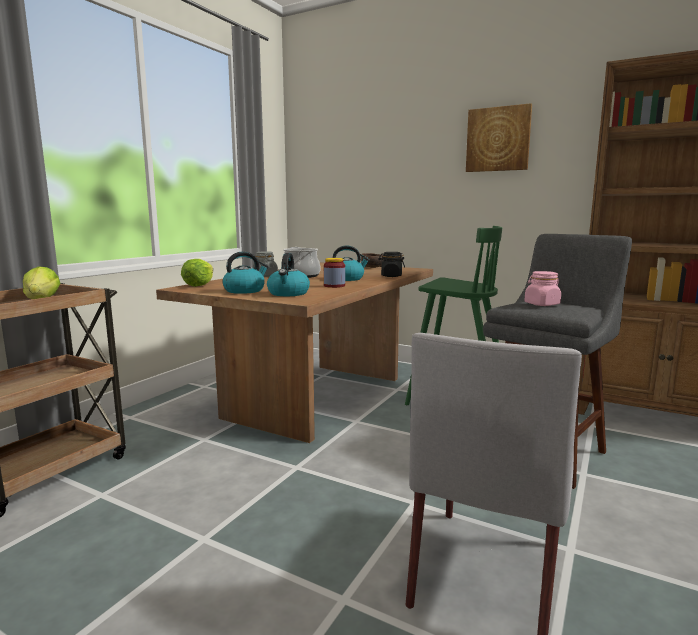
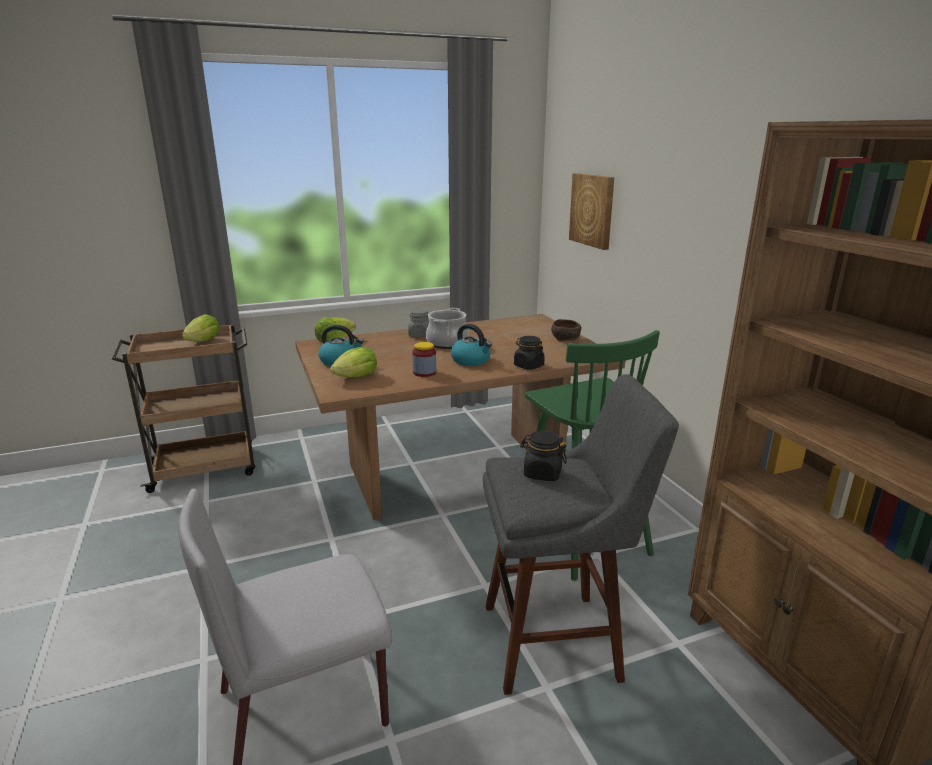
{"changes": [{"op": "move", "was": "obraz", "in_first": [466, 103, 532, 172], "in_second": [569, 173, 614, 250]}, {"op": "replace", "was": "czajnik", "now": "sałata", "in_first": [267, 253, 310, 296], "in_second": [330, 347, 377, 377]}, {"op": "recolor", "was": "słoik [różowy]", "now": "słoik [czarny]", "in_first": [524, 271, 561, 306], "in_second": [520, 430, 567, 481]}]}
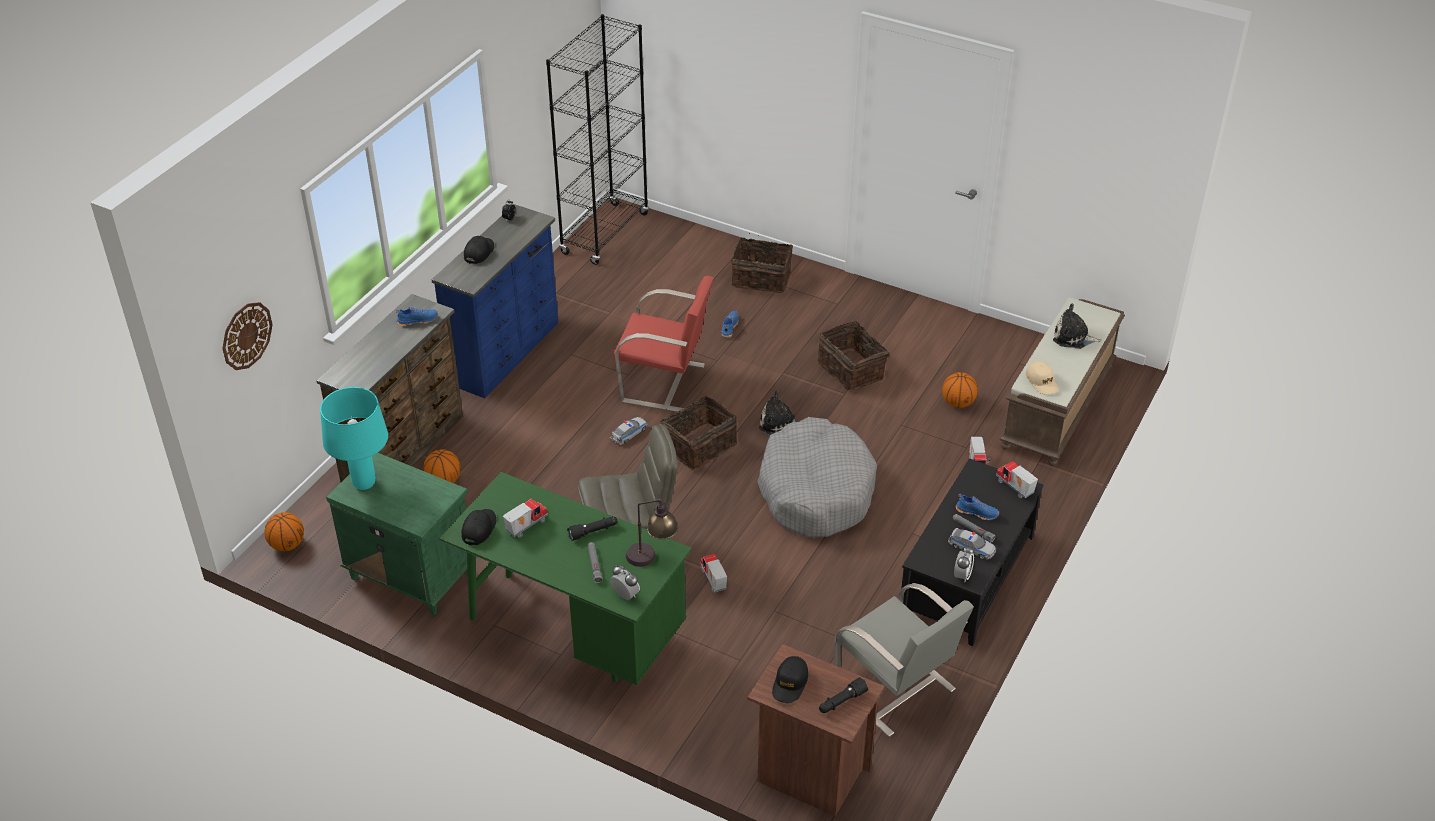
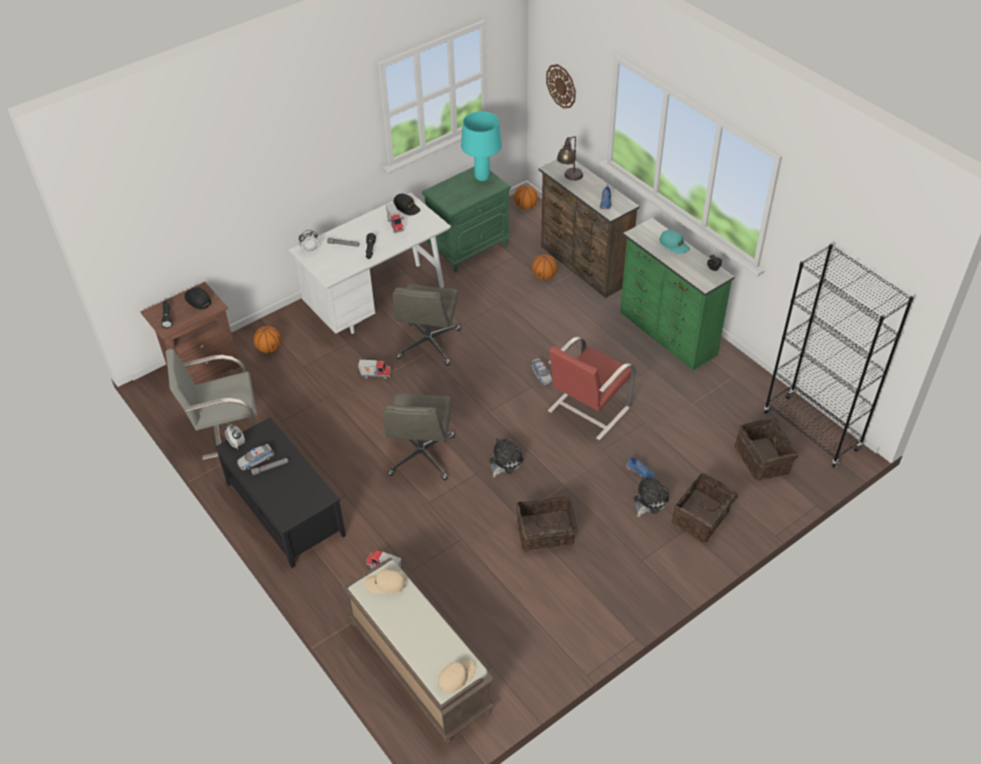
{"changes": [{"op": "delete", "was": "but [niebieski]", "in_first": [956, 494, 999, 520]}, {"op": "delete", "was": "ciężarówka zabawkowa", "in_first": [996, 461, 1038, 498]}, {"op": "insert", "now": "czapka z daszkiem [beżowy]", "in_second": [438, 659, 476, 694]}, {"op": "move", "was": "lampa stołowa", "in_first": [626, 496, 678, 567], "in_second": [557, 136, 583, 181]}, {"op": "move", "was": "koszyk", "in_first": [660, 396, 737, 470], "in_second": [734, 418, 798, 481]}, {"op": "move", "was": "piłka do koszykówki", "in_first": [942, 372, 978, 408], "in_second": [254, 326, 281, 353]}, {"op": "move", "was": "pluszak", "in_first": [1053, 304, 1102, 349], "in_second": [634, 476, 669, 517]}, {"op": "replace", "was": "legowisko [szary]", "now": "krzesło biurowe [szary]", "in_first": [758, 417, 877, 538], "in_second": [383, 393, 455, 480]}, {"op": "recolor", "was": "komoda [niebieski]", "now": "komoda [zielony]", "in_first": [432, 204, 558, 398], "in_second": [620, 218, 735, 370]}, {"op": "recolor", "was": "biurko [zielony]", "now": "biurko [biały]", "in_first": [439, 472, 692, 685], "in_second": [289, 193, 451, 334]}, {"op": "recolor", "was": "czapka z daszkiem [czarny]", "now": "czapka z daszkiem [turkusowy]", "in_first": [464, 236, 494, 264], "in_second": [660, 230, 690, 254]}]}
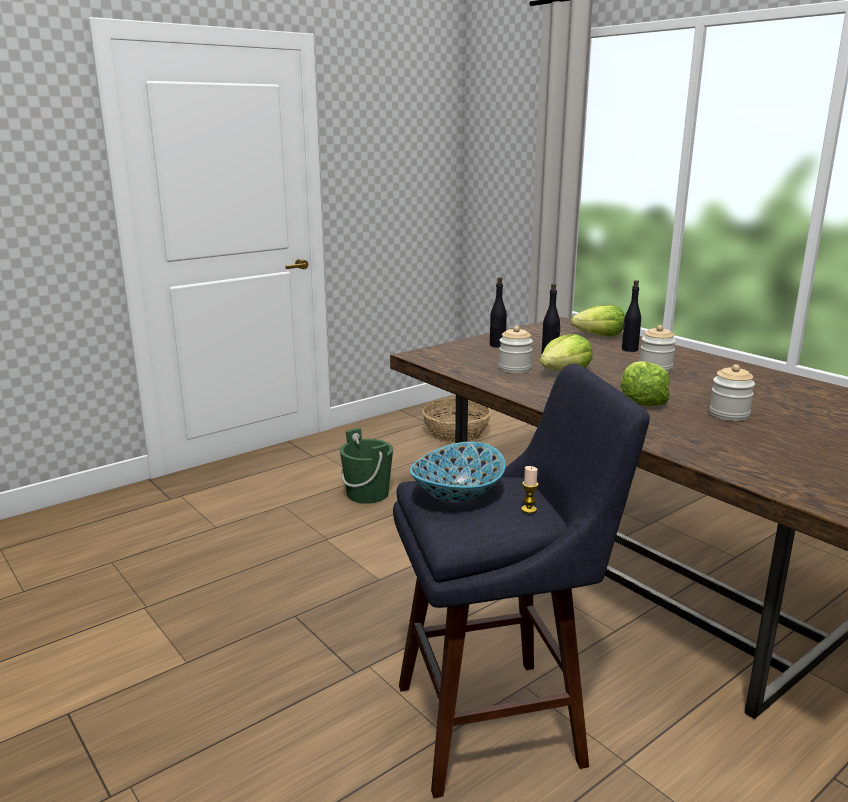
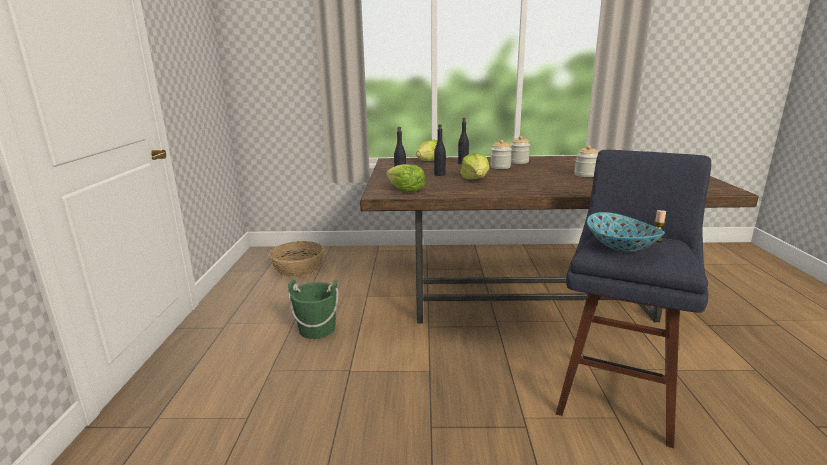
{"changes": [{"op": "move", "was": "słoik", "in_first": [499, 326, 533, 374], "in_second": [510, 136, 530, 164]}, {"op": "move", "was": "sałata", "in_first": [620, 361, 670, 406], "in_second": [386, 164, 425, 192]}]}
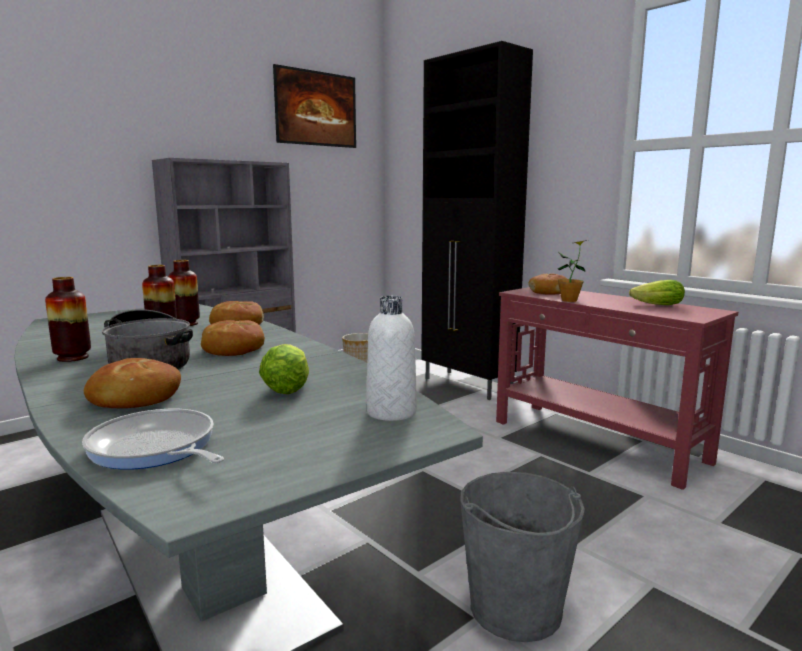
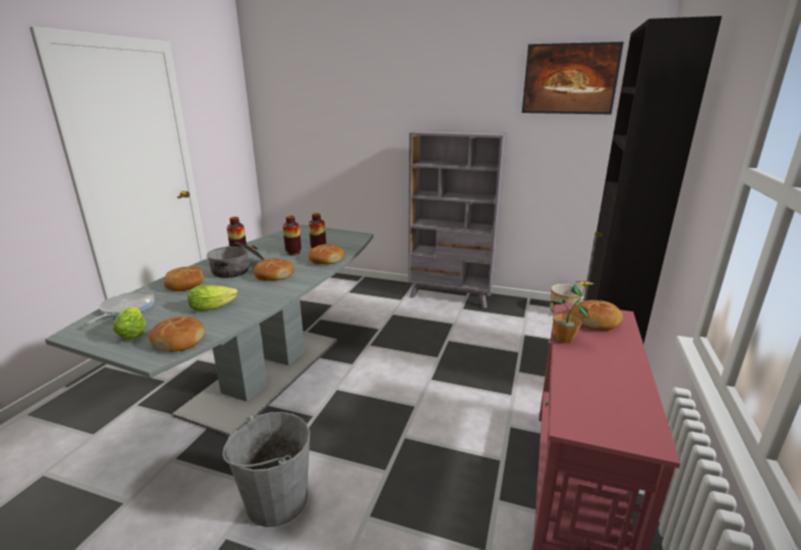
{"changes": [{"op": "move", "was": "sałata", "in_first": [629, 280, 685, 305], "in_second": [113, 307, 146, 340]}, {"op": "replace", "was": "butelka [biały]", "now": "chleb", "in_first": [366, 296, 417, 421], "in_second": [149, 316, 205, 352]}]}
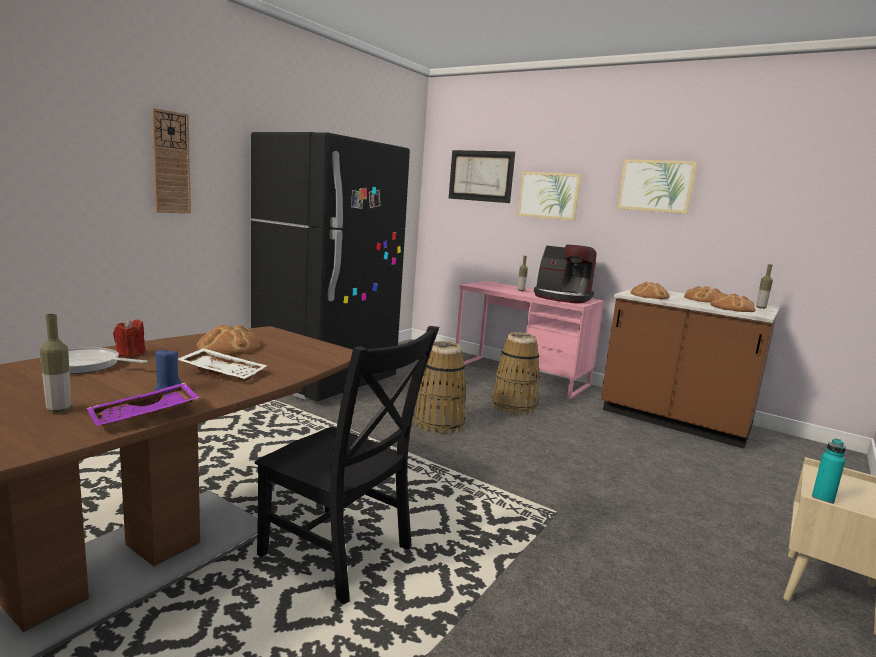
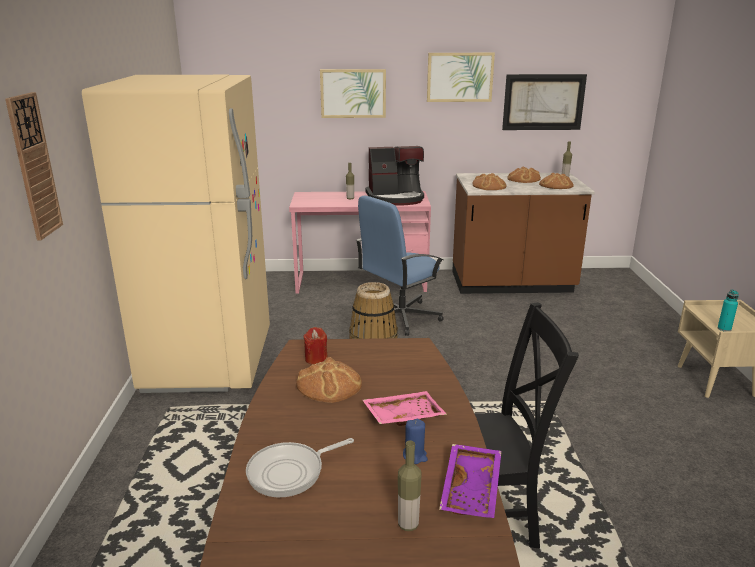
{"changes": [{"op": "move", "was": "świeca [czerwony]", "in_first": [113, 318, 145, 357], "in_second": [303, 327, 328, 365]}, {"op": "move", "was": "obraz", "in_first": [449, 150, 515, 203], "in_second": [502, 74, 587, 130]}, {"op": "replace", "was": "koszyk", "now": "krzesło biurowe [niebieski]", "in_first": [492, 332, 540, 415], "in_second": [356, 195, 444, 336]}, {"op": "recolor", "was": "taca [biały]", "now": "taca [różowy]", "in_first": [178, 348, 267, 381], "in_second": [363, 391, 447, 426]}, {"op": "recolor", "was": "lodówka [czarny]", "now": "lodówka [beżowy]", "in_first": [251, 132, 410, 401], "in_second": [82, 75, 270, 393]}]}
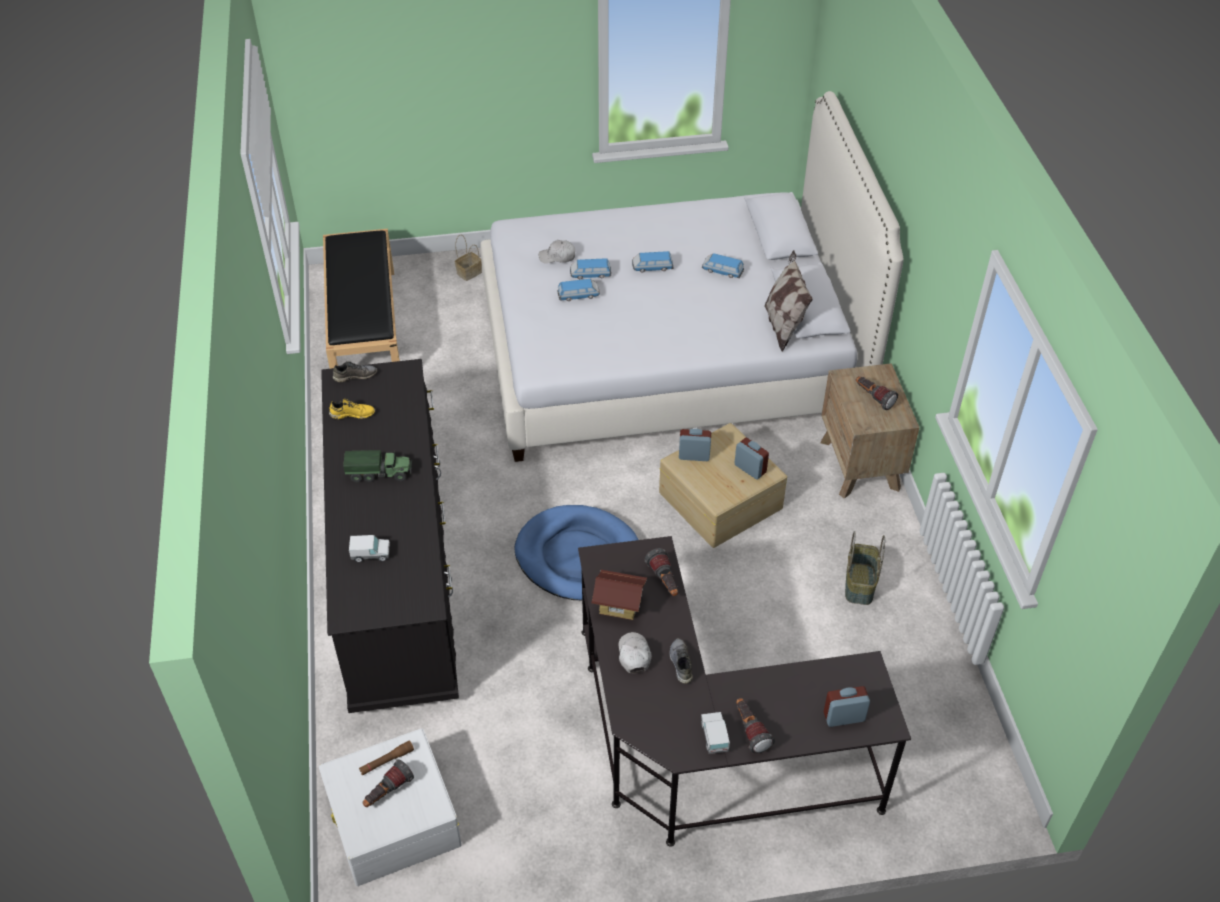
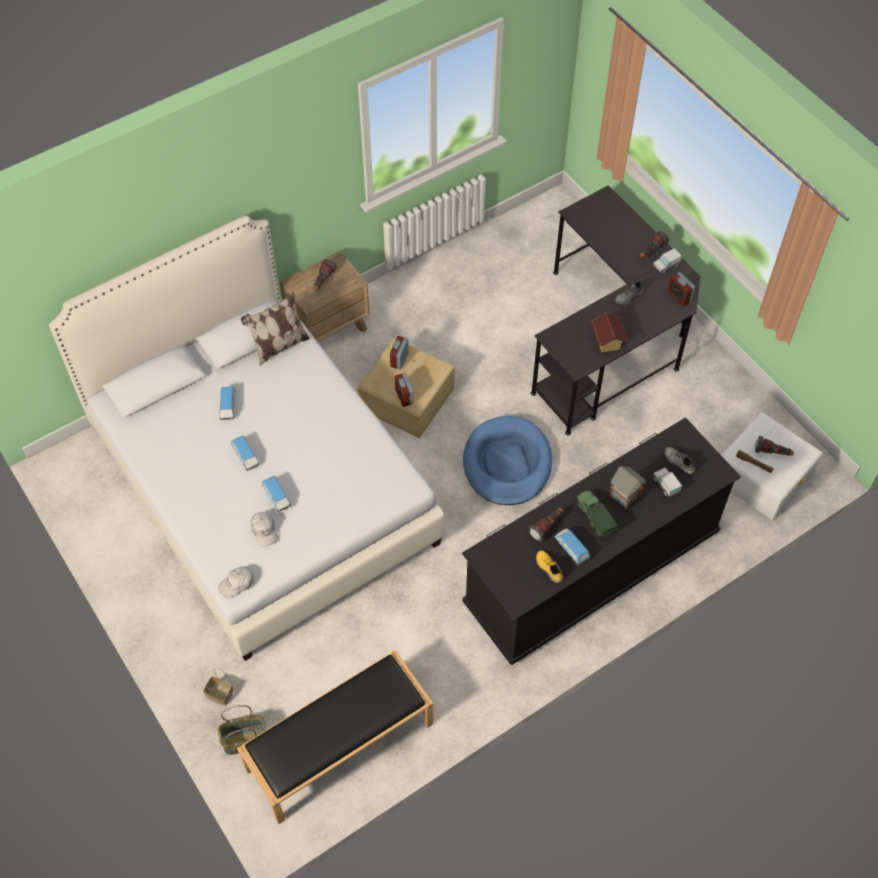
{"changes": [{"op": "insert", "now": "domek", "in_second": [609, 466, 646, 510]}, {"op": "move", "was": "but [szary]", "in_first": [333, 361, 377, 382], "in_second": [665, 447, 695, 474]}, {"op": "move", "was": "samochodzik", "in_first": [557, 279, 600, 301], "in_second": [555, 528, 590, 566]}, {"op": "move", "was": "czapka z daszkiem [biały]", "in_first": [619, 632, 652, 674], "in_second": [218, 567, 254, 598]}, {"op": "move", "was": "latarka", "in_first": [645, 548, 678, 596], "in_second": [528, 508, 563, 542]}, {"op": "move", "was": "budzik", "in_first": [824, 686, 870, 727], "in_second": [668, 272, 695, 306]}, {"op": "move", "was": "koszyk", "in_first": [845, 531, 885, 605], "in_second": [218, 705, 266, 755]}]}
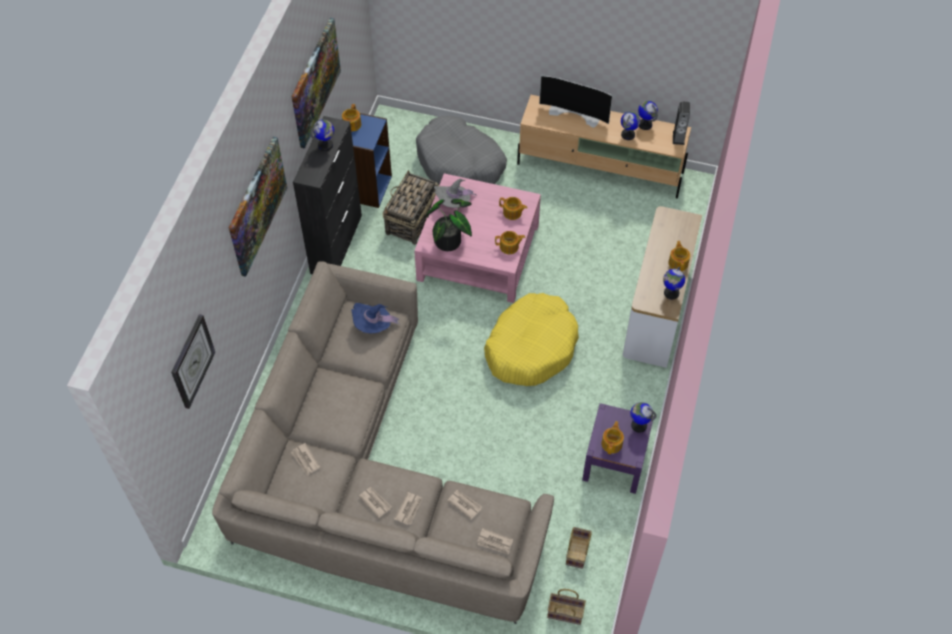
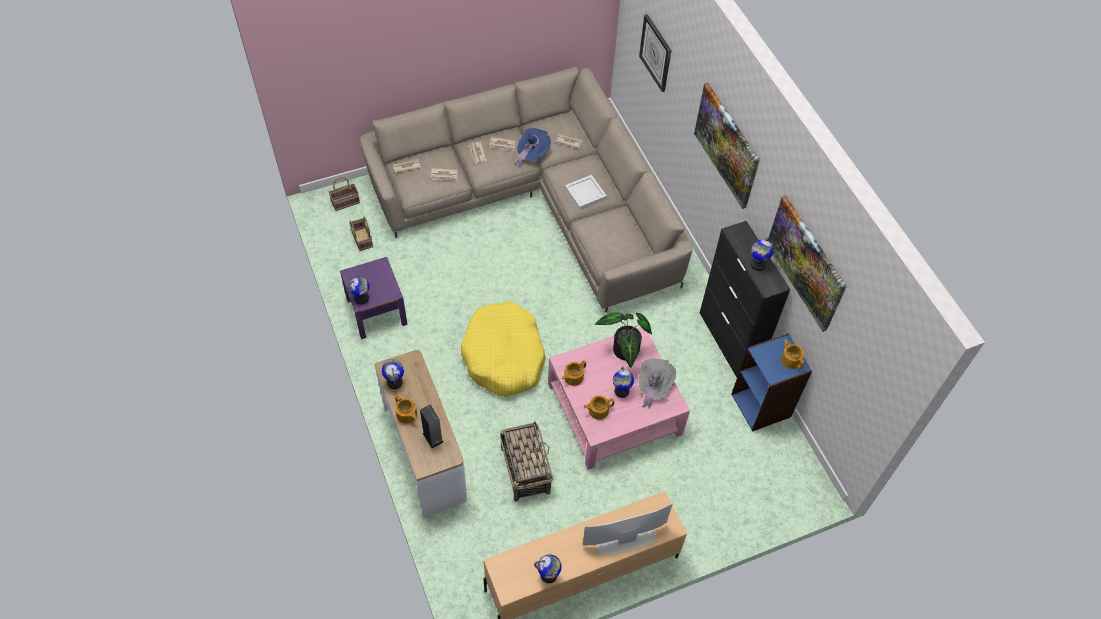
{"changes": [{"op": "delete", "was": "legowisko [szary]", "in_first": [416, 116, 507, 185]}, {"op": "delete", "was": "imbryk", "in_first": [601, 421, 624, 454]}, {"op": "insert", "now": "taca [biały]", "in_second": [565, 175, 607, 210]}, {"op": "move", "was": "kapelusz [niebieski]", "in_first": [351, 303, 400, 333], "in_second": [515, 128, 551, 168]}, {"op": "move", "was": "koszyk", "in_first": [383, 170, 439, 245], "in_second": [500, 422, 554, 502]}, {"op": "move", "was": "globus", "in_first": [621, 111, 640, 140], "in_second": [613, 366, 634, 398]}, {"op": "move", "was": "głośnik", "in_first": [673, 101, 690, 145], "in_second": [420, 405, 444, 448]}]}
